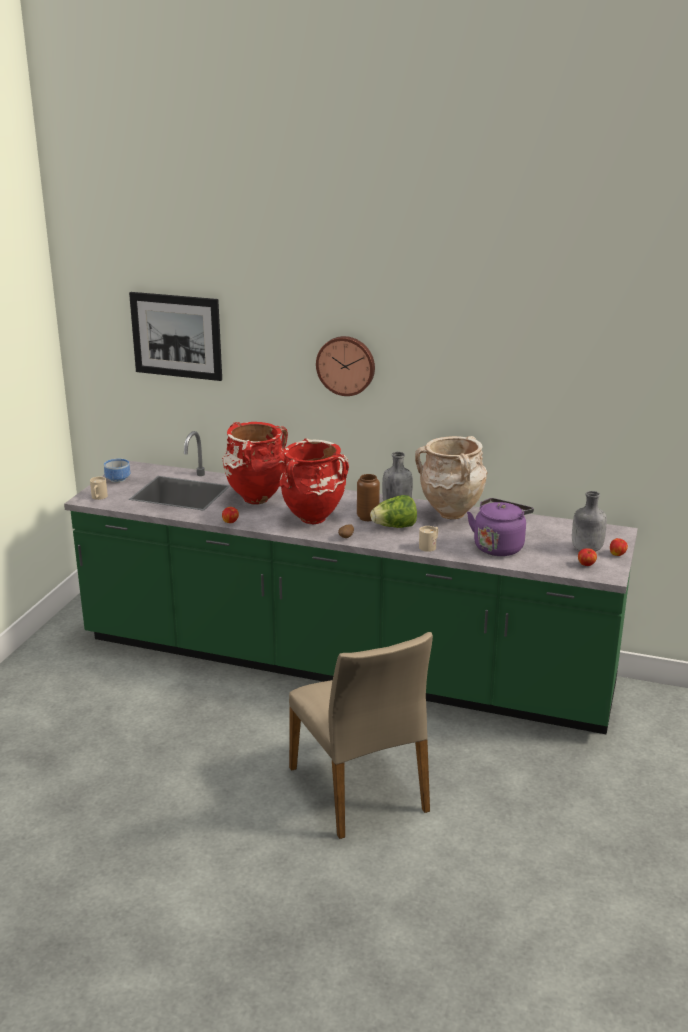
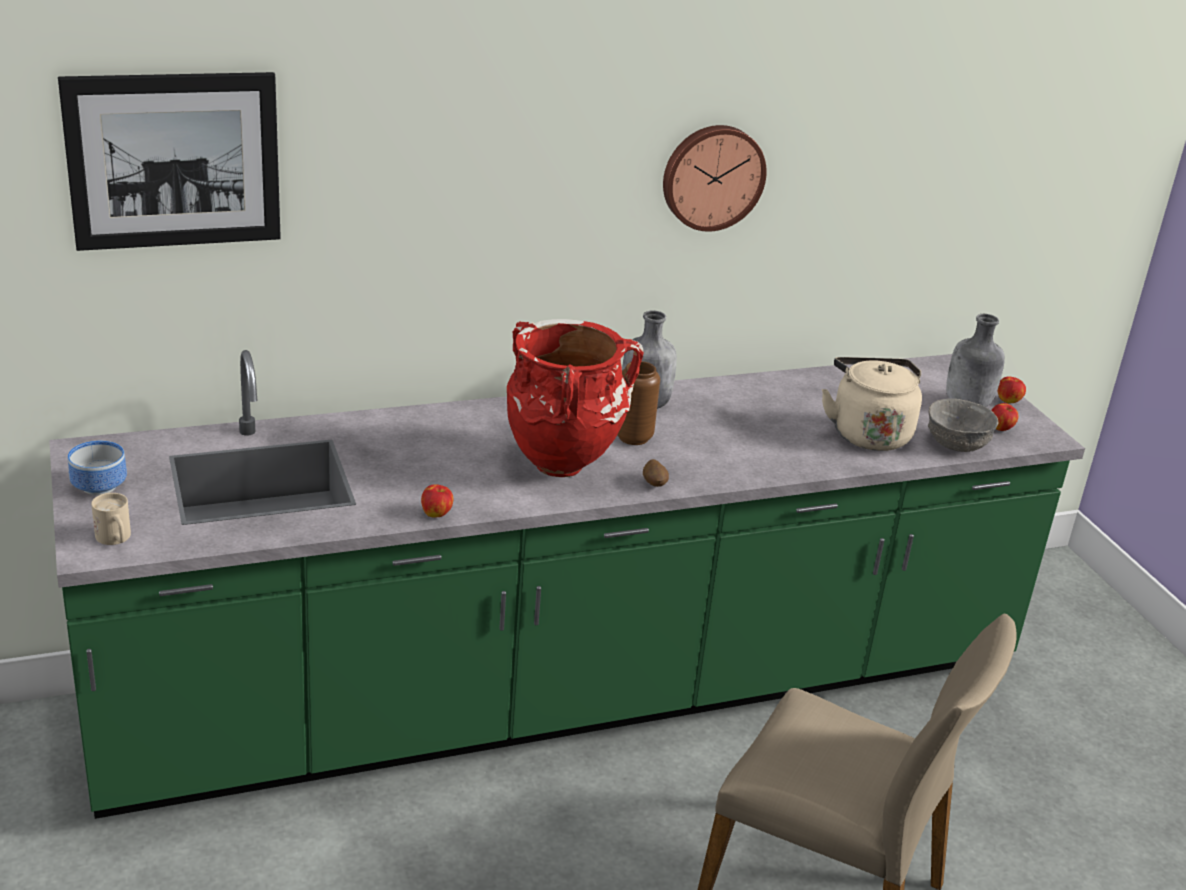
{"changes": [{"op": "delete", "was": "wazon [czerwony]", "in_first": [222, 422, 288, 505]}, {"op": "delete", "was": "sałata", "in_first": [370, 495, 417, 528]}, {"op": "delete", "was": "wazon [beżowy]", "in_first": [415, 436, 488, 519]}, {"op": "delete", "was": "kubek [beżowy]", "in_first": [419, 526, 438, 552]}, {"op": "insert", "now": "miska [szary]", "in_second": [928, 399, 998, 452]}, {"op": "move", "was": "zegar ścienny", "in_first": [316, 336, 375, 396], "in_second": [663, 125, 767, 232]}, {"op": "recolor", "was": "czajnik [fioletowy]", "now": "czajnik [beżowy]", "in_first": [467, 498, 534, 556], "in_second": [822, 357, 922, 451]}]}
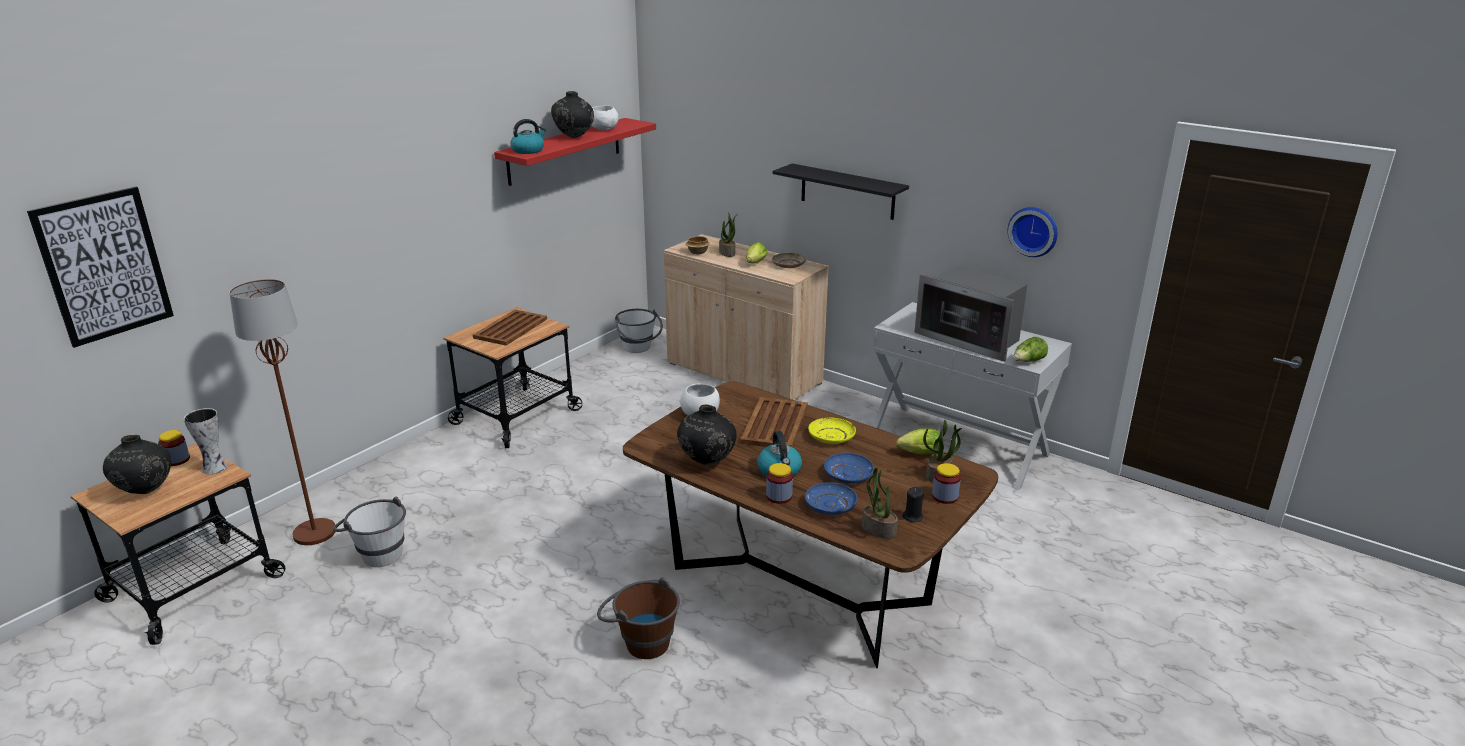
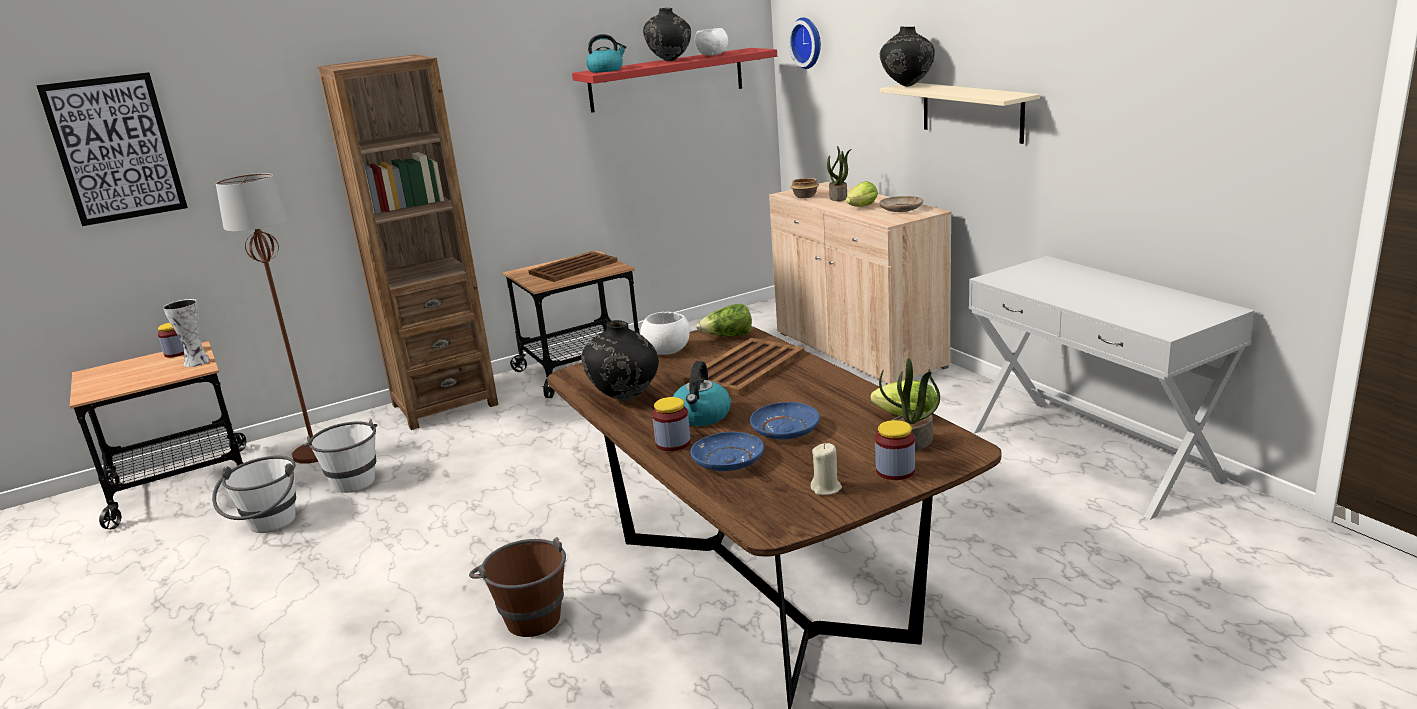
{"changes": [{"op": "delete", "was": "talerz [żółty]", "in_first": [808, 418, 856, 444]}, {"op": "delete", "was": "roślina doniczkowa", "in_first": [862, 468, 898, 539]}, {"op": "delete", "was": "mikrofalówka", "in_first": [914, 266, 1027, 362]}, {"op": "insert", "now": "regał [brązowy]", "in_second": [318, 55, 499, 430]}, {"op": "move", "was": "wazon [czarny]", "in_first": [103, 435, 171, 494], "in_second": [880, 27, 935, 87]}, {"op": "move", "was": "wiadro [biały]", "in_first": [615, 309, 663, 353], "in_second": [212, 456, 296, 533]}, {"op": "move", "was": "zegar ścienny", "in_first": [1008, 207, 1058, 257], "in_second": [788, 17, 821, 69]}, {"op": "move", "was": "sałata", "in_first": [1014, 337, 1048, 362], "in_second": [696, 304, 752, 336]}, {"op": "recolor", "was": "półka [czarny]", "now": "półka [beżowy]", "in_first": [773, 164, 909, 220], "in_second": [880, 83, 1040, 144]}, {"op": "recolor", "was": "świeca [czarny]", "now": "świeca [beżowy]", "in_first": [902, 487, 924, 522], "in_second": [811, 443, 842, 495]}]}
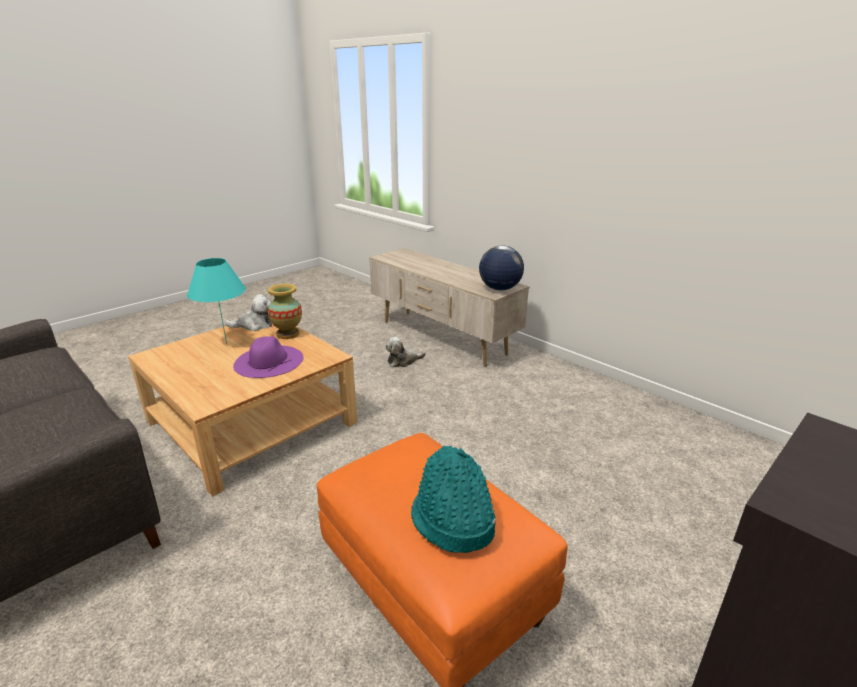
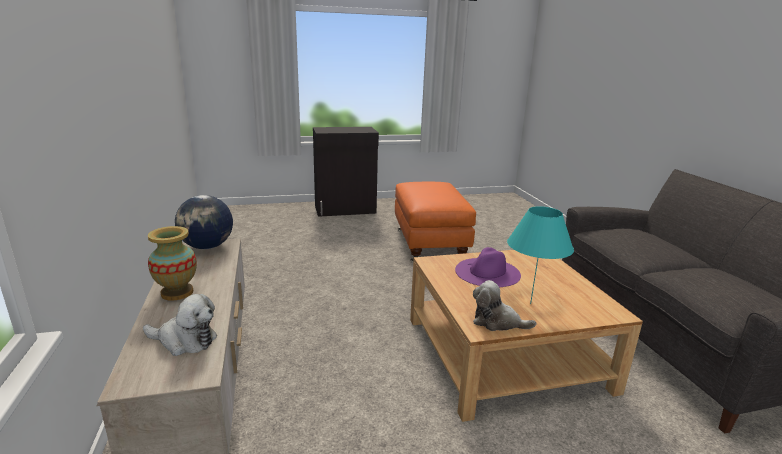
{"changes": [{"op": "delete", "was": "kapelusz [turkusowy]", "in_first": [411, 446, 496, 553]}, {"op": "move", "was": "wazon", "in_first": [268, 284, 302, 339], "in_second": [148, 226, 197, 301]}, {"op": "move", "was": "pluszak", "in_first": [385, 337, 426, 367], "in_second": [143, 294, 217, 356]}]}
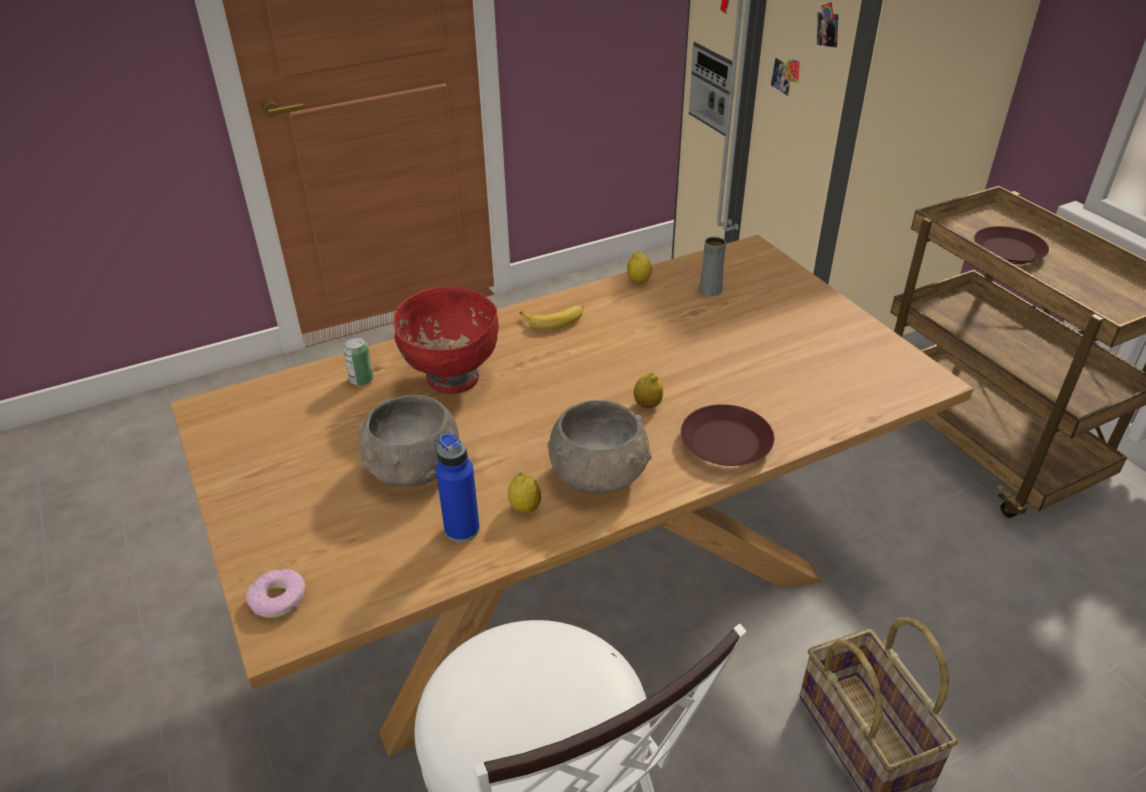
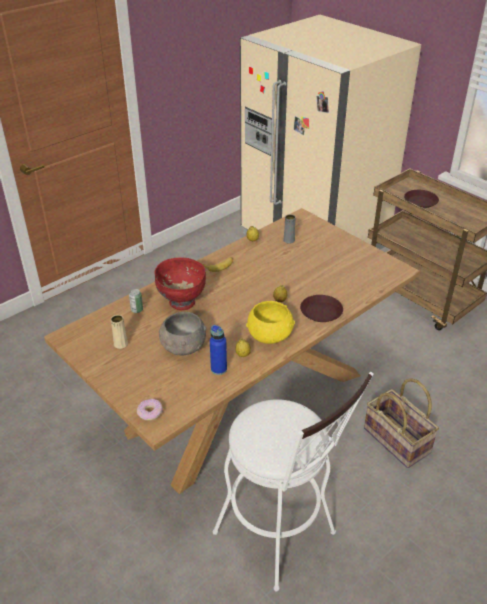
{"changes": [{"op": "insert", "now": "wazon [beżowy]", "in_second": [111, 315, 128, 349]}, {"op": "recolor", "was": "miska [szary]", "now": "miska [żółty]", "in_first": [548, 400, 652, 494], "in_second": [246, 301, 295, 344]}]}
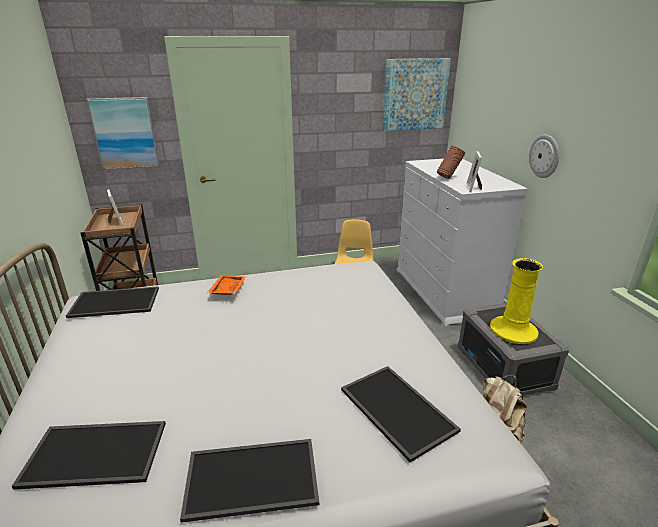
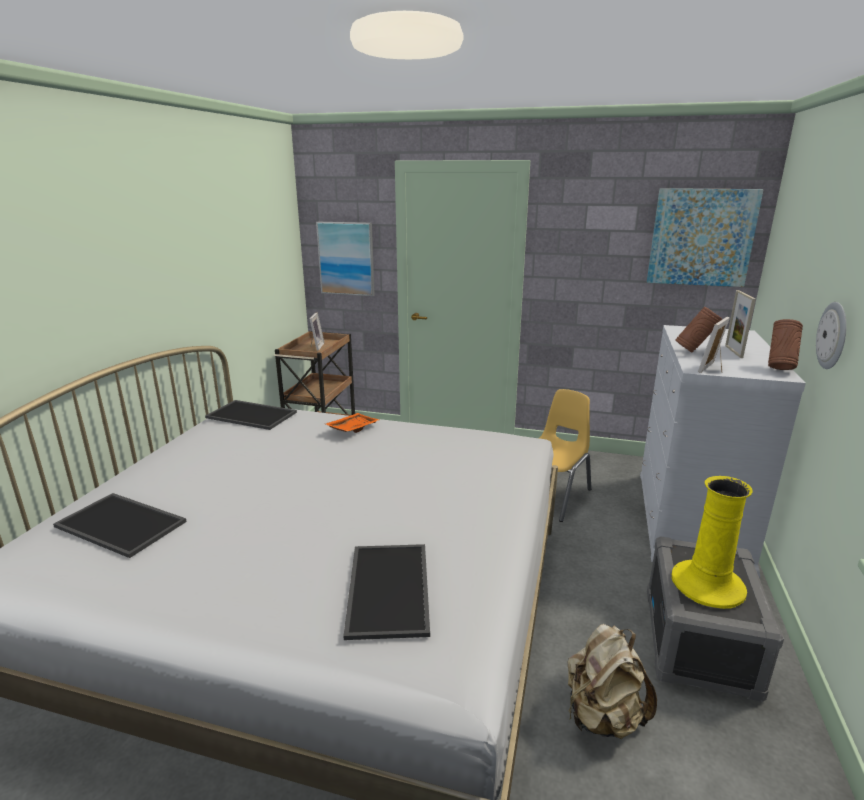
{"changes": [{"op": "delete", "was": "taca", "in_first": [180, 439, 319, 523]}, {"op": "insert", "now": "ramka na zdjęcie", "in_second": [725, 290, 756, 358]}, {"op": "insert", "now": "wazon [brązowy]", "in_second": [768, 319, 803, 370]}]}
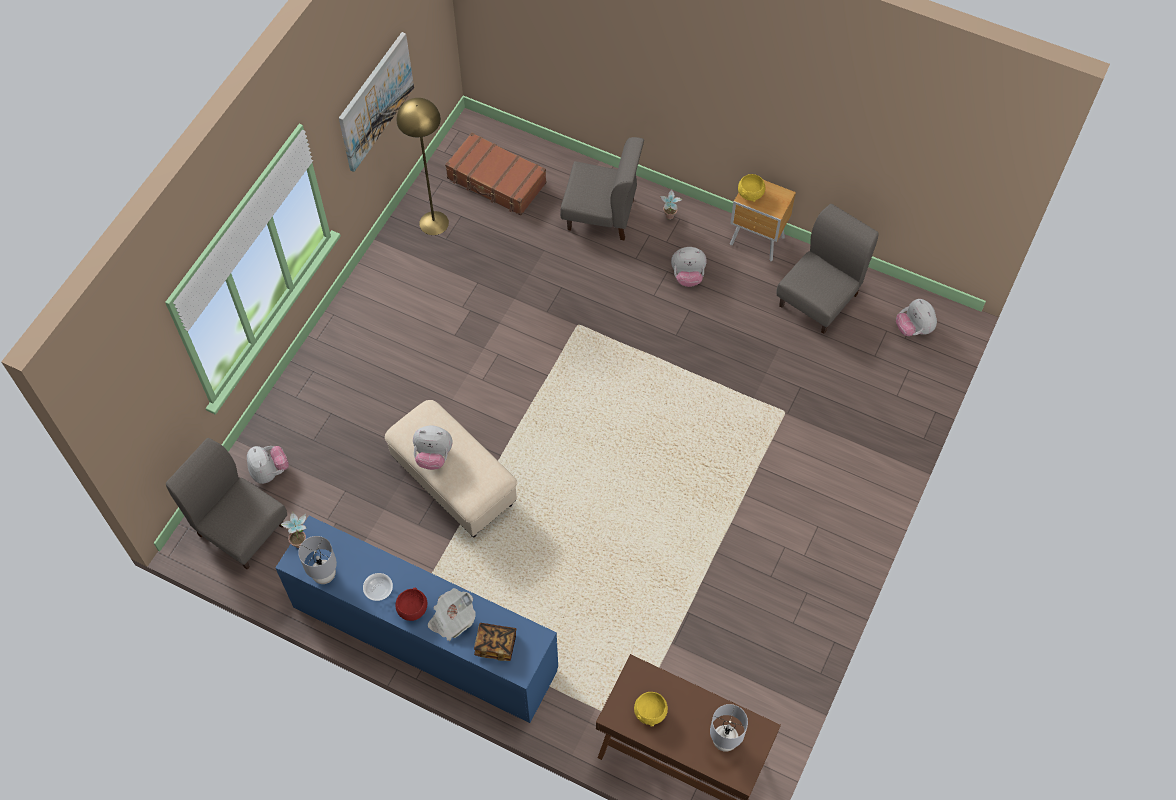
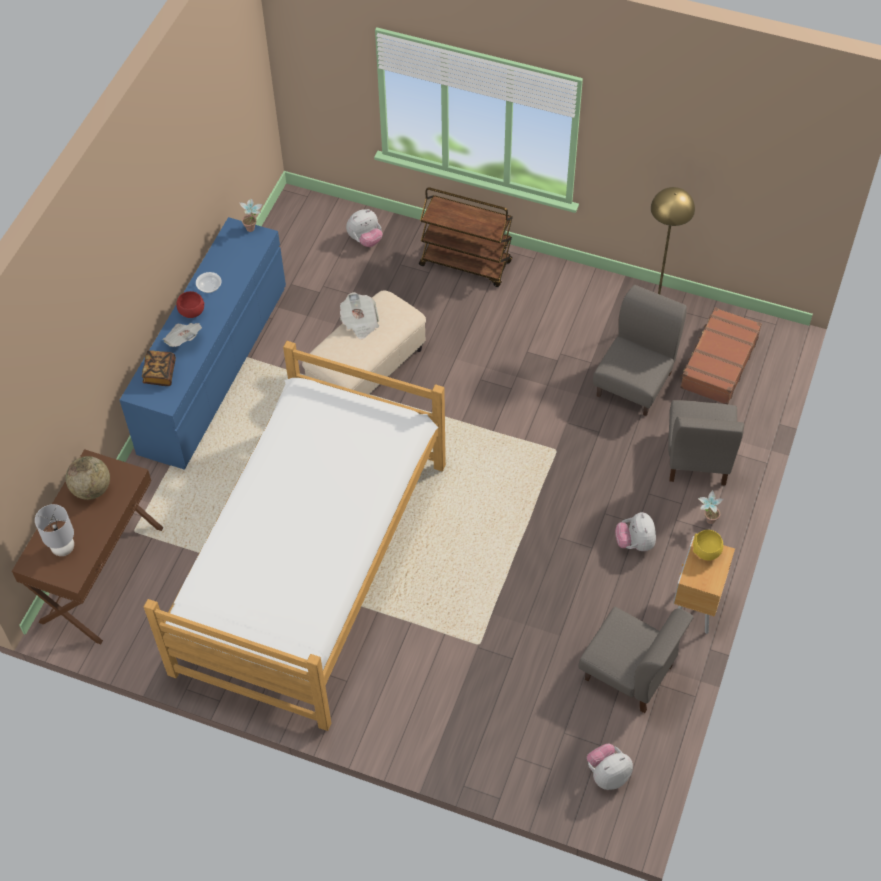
{"changes": [{"op": "delete", "was": "lampa stołowa [szary]", "in_first": [298, 536, 337, 584]}, {"op": "delete", "was": "obraz", "in_first": [339, 32, 414, 172]}, {"op": "insert", "now": "łóżko", "in_second": [144, 341, 446, 731]}, {"op": "insert", "now": "wózek [brązowy]", "in_second": [419, 187, 513, 287]}, {"op": "move", "was": "krzesło [szary]", "in_first": [166, 438, 287, 570], "in_second": [593, 285, 687, 416]}, {"op": "replace", "was": "pluszak", "now": "gazeta", "in_first": [413, 426, 452, 470], "in_second": [340, 292, 379, 340]}, {"op": "replace", "was": "miska [żółty]", "now": "globus", "in_first": [634, 692, 668, 727], "in_second": [66, 456, 110, 500]}]}
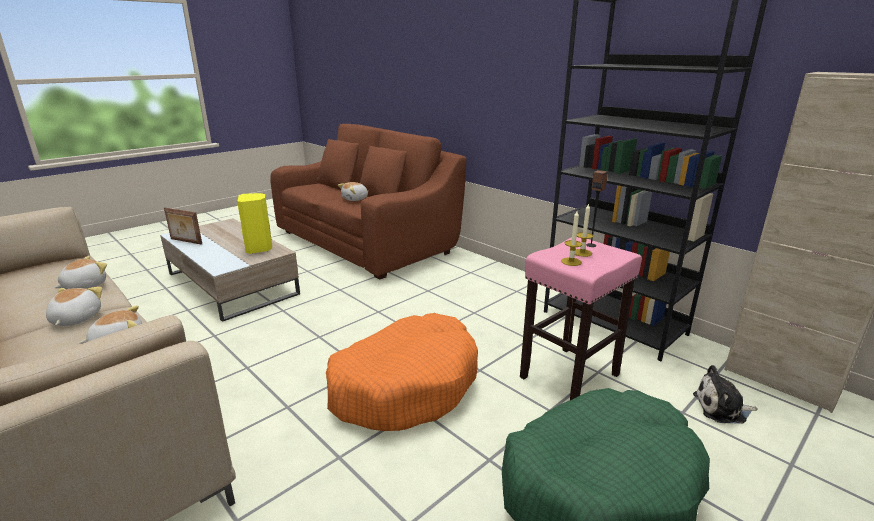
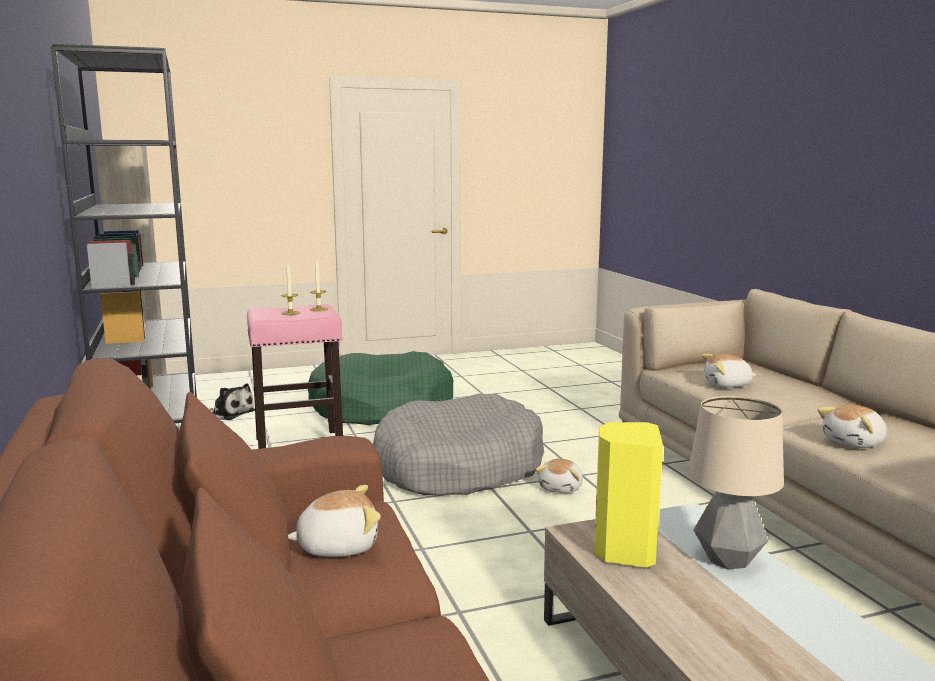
{"changes": [{"op": "delete", "was": "ramka na zdjęcie", "in_first": [164, 208, 202, 245]}, {"op": "delete", "was": "głośnik", "in_first": [586, 170, 608, 247]}, {"op": "insert", "now": "lampa stołowa", "in_second": [688, 396, 784, 570]}, {"op": "move", "was": "pluszak", "in_first": [46, 287, 102, 326], "in_second": [535, 459, 583, 493]}, {"op": "recolor", "was": "legowisko [pomarańczowy]", "now": "legowisko [szary]", "in_first": [326, 313, 478, 431], "in_second": [373, 394, 544, 495]}]}
